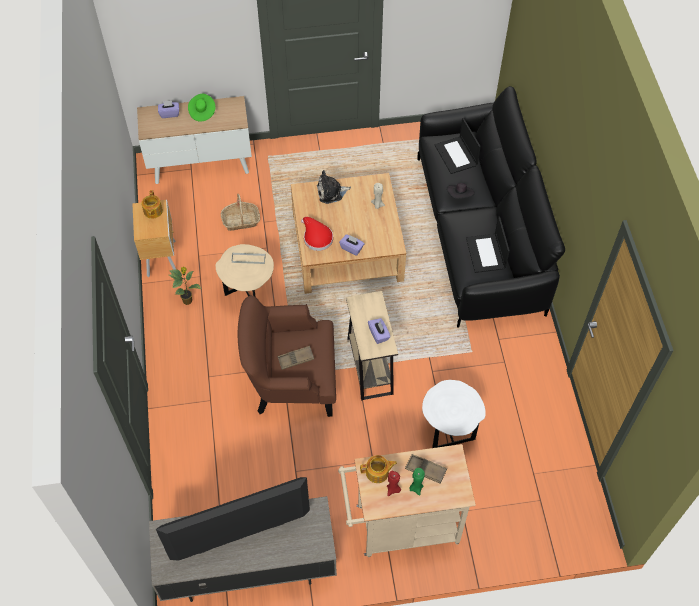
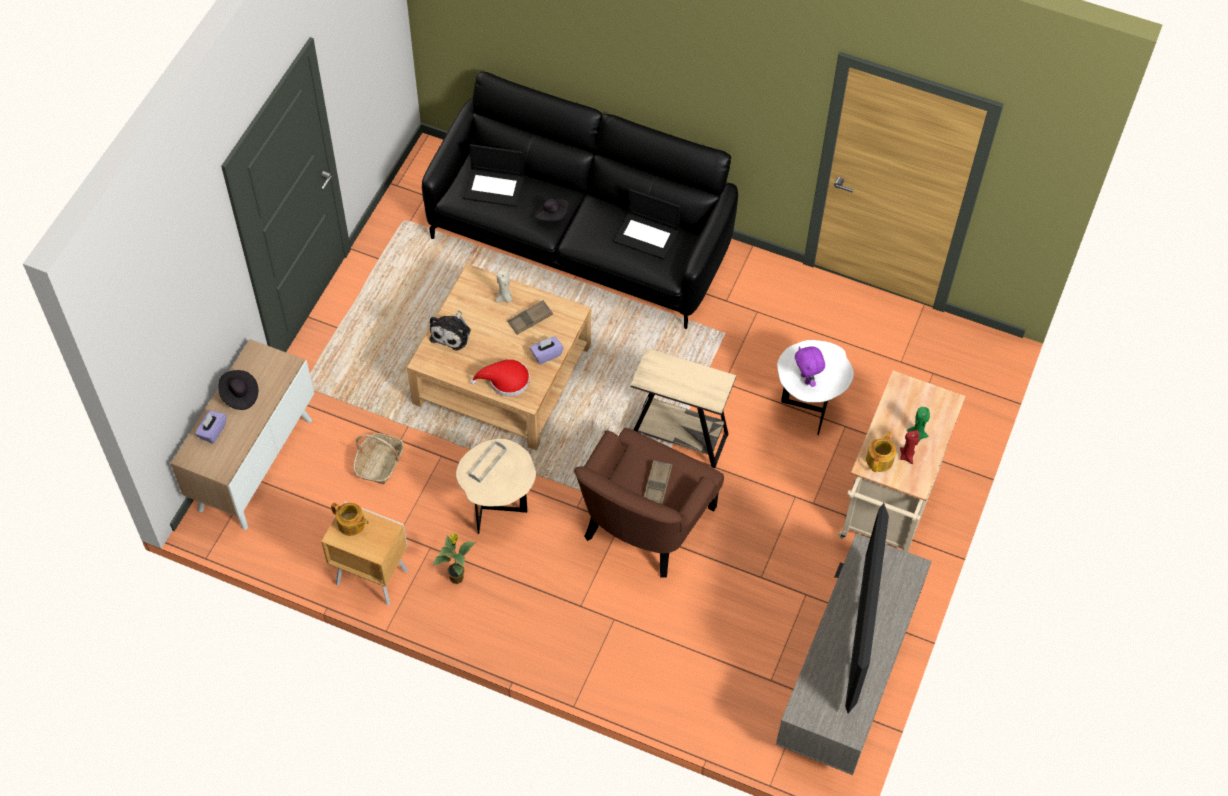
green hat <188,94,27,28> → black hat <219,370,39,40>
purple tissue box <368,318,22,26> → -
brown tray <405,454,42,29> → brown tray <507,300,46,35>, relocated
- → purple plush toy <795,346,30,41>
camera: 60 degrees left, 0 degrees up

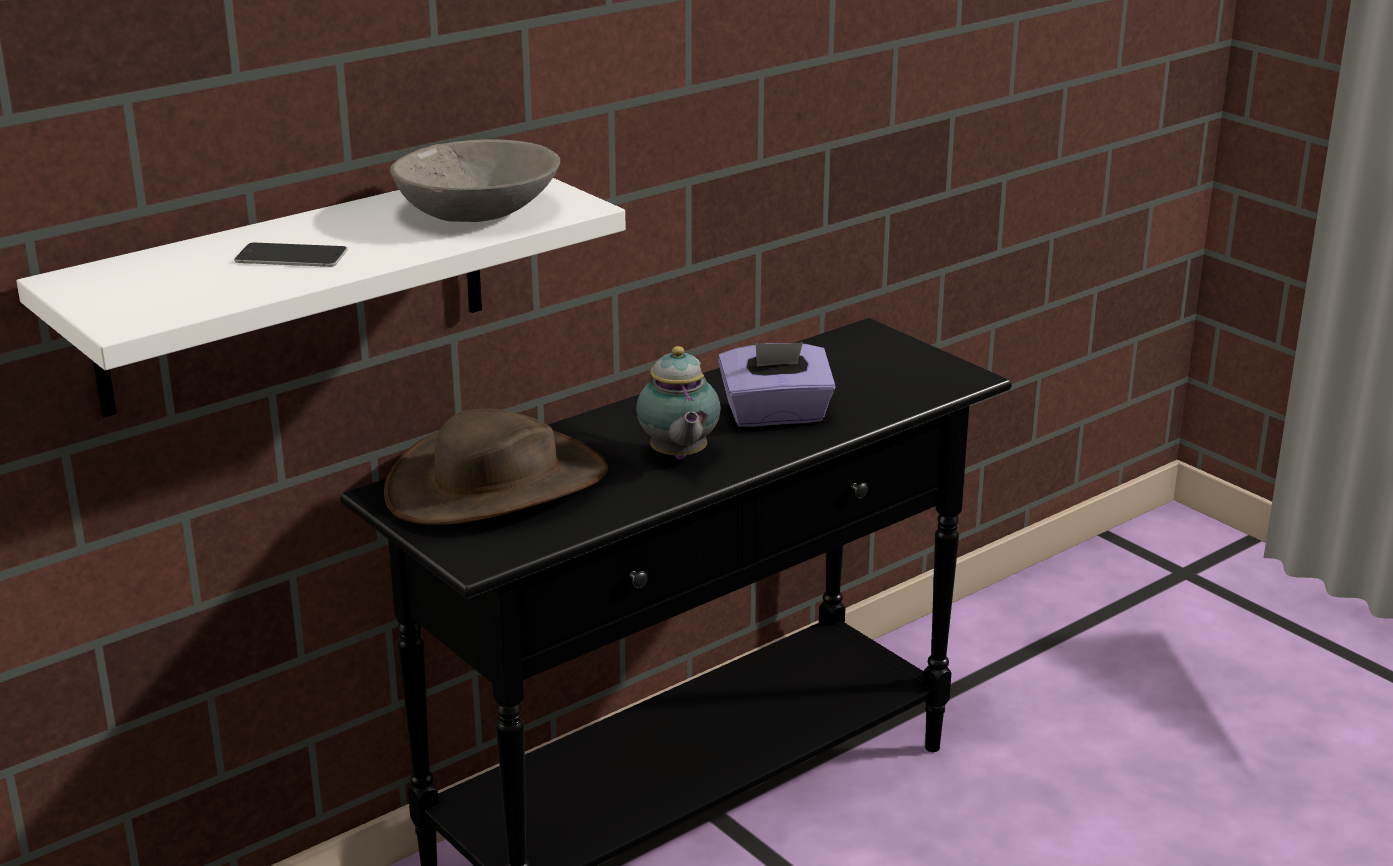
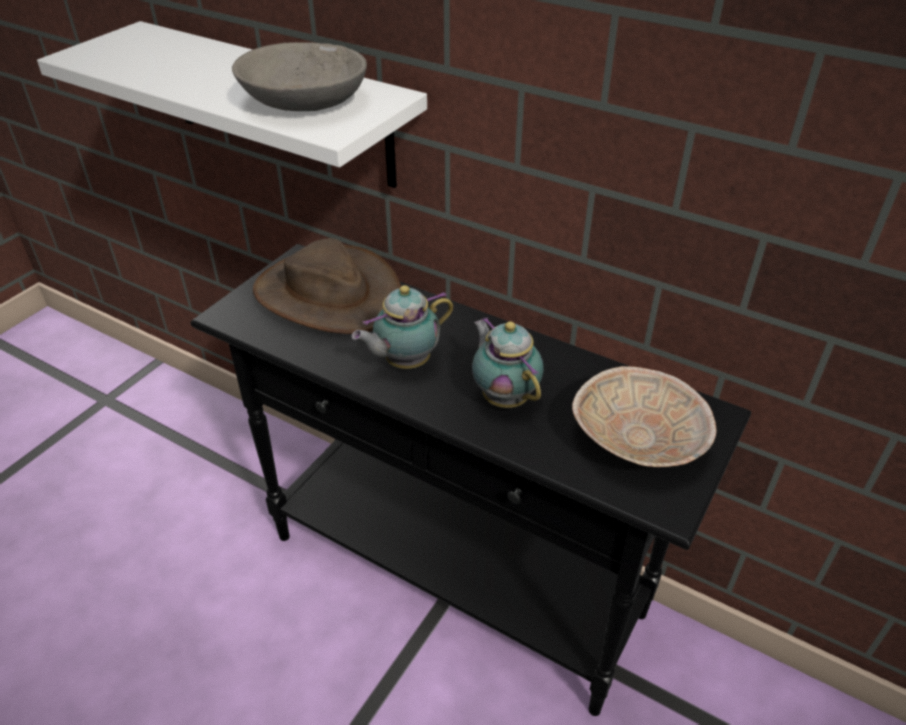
phone <234,243,114,24> → -
purple tissue box <718,342,118,85> → teapot <472,317,72,91>
- → beige bowl <572,366,145,101>
camera: 70 degrees right, 15 degrees up

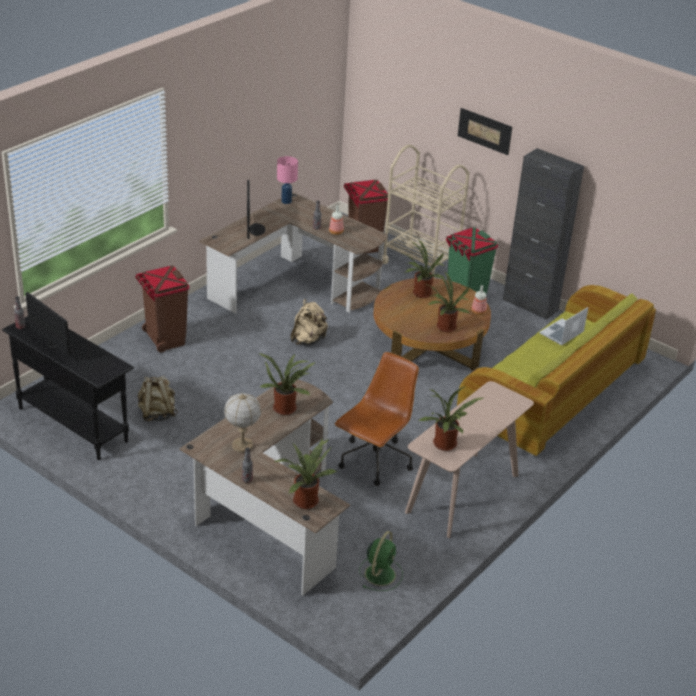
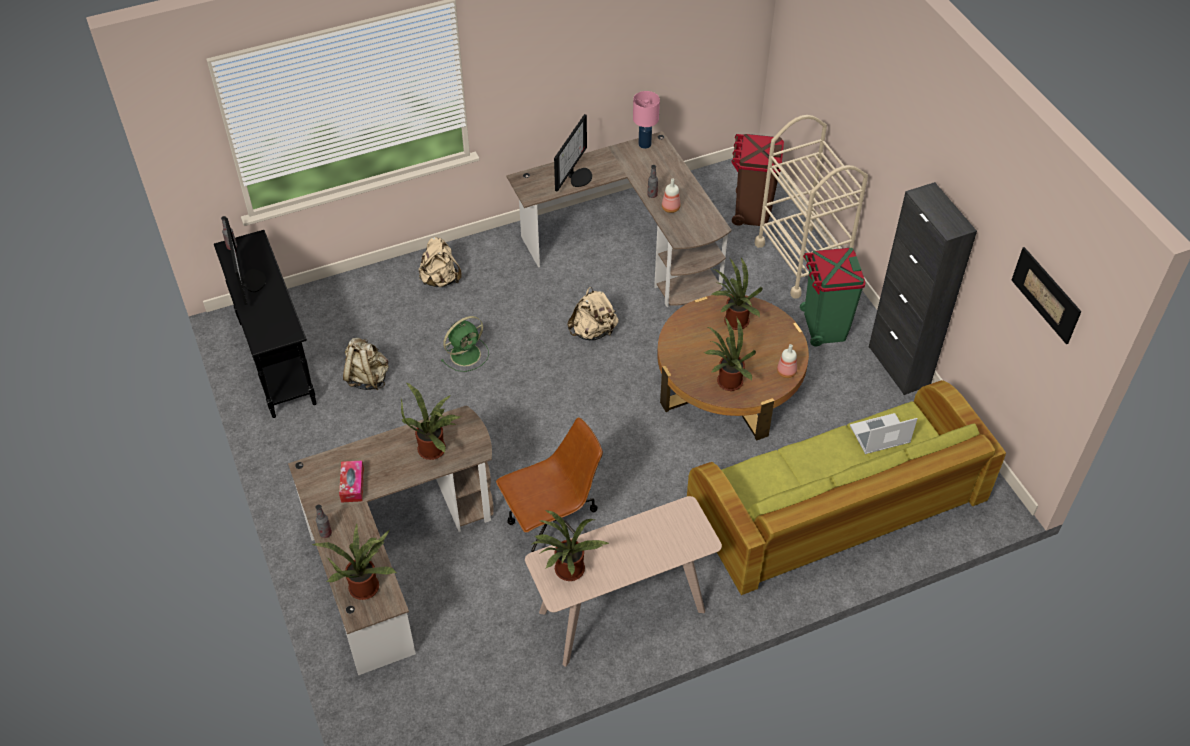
brown trash can <135,266,54,87> → beige backpack <419,237,43,50>
table lamp <224,393,37,60> → tissue box <339,461,25,42>
green fan <359,531,44,60> → green fan <441,316,48,56>, relocated
picture <458,108,54,47> → picture <1011,247,71,97>, relocated
camera: 30 degrees right, 15 degrees up

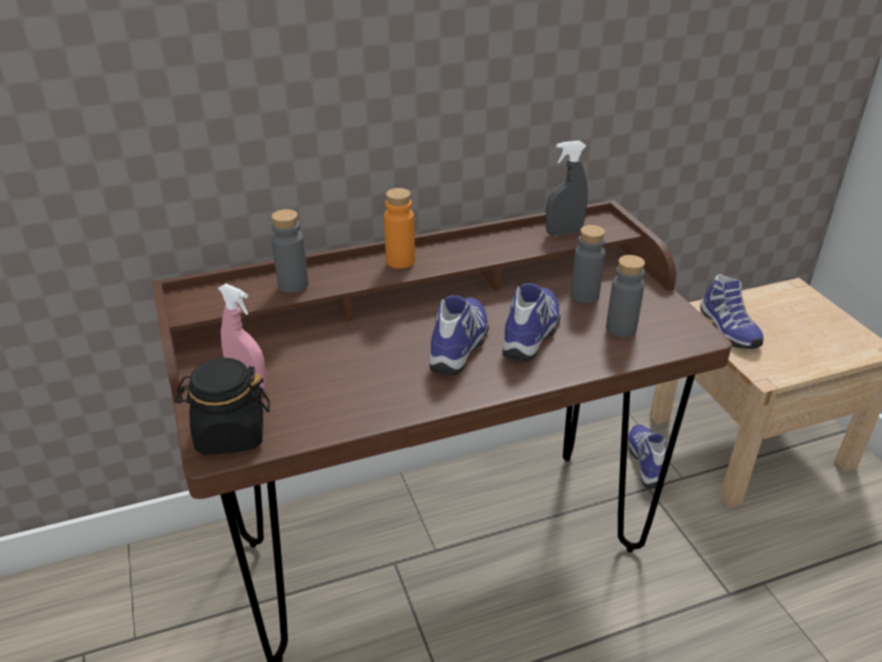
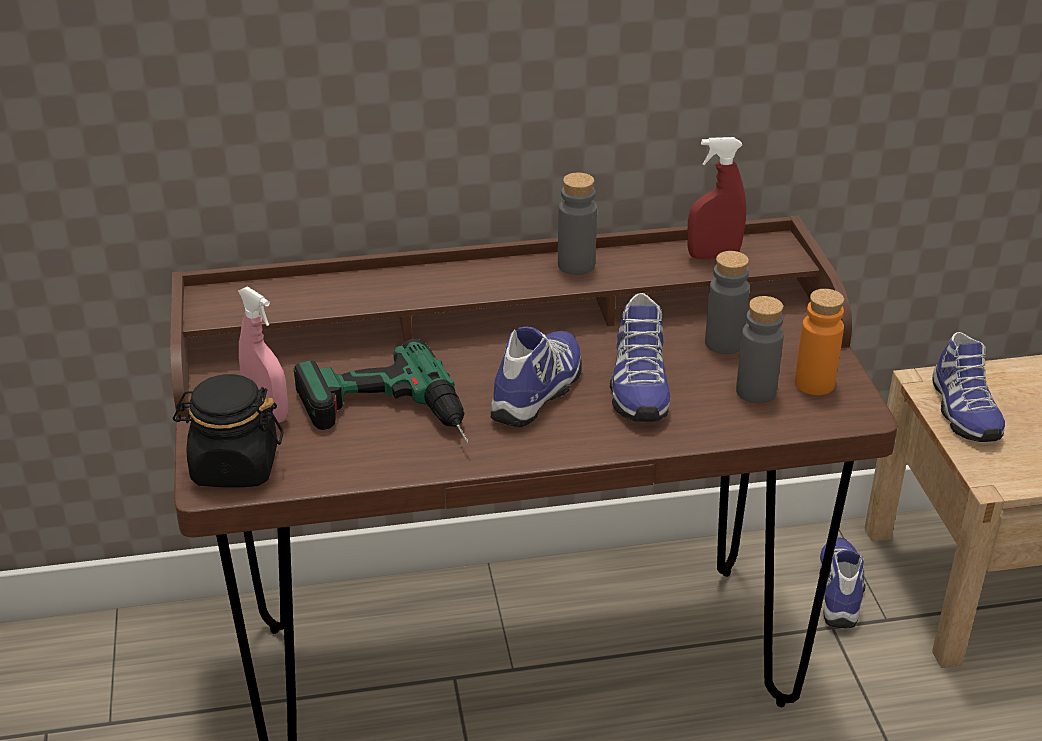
grey bottle <271,209,37,84> → grey bottle <558,172,39,103>, relocated
orange bottle <384,188,31,81> → orange bottle <795,289,49,106>, relocated
shoe <502,283,59,78> → shoe <610,293,61,129>, 150 degrees clockwise
grey spray bottle <546,141,42,95> → red spray bottle <687,137,59,122>
- → power drill <293,339,176,104>
camera: 10 degrees right, 0 degrees up

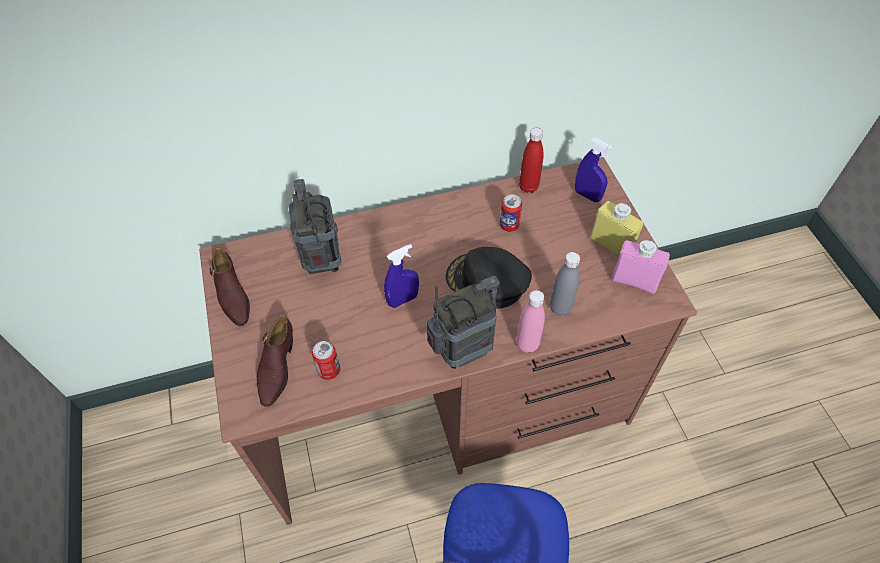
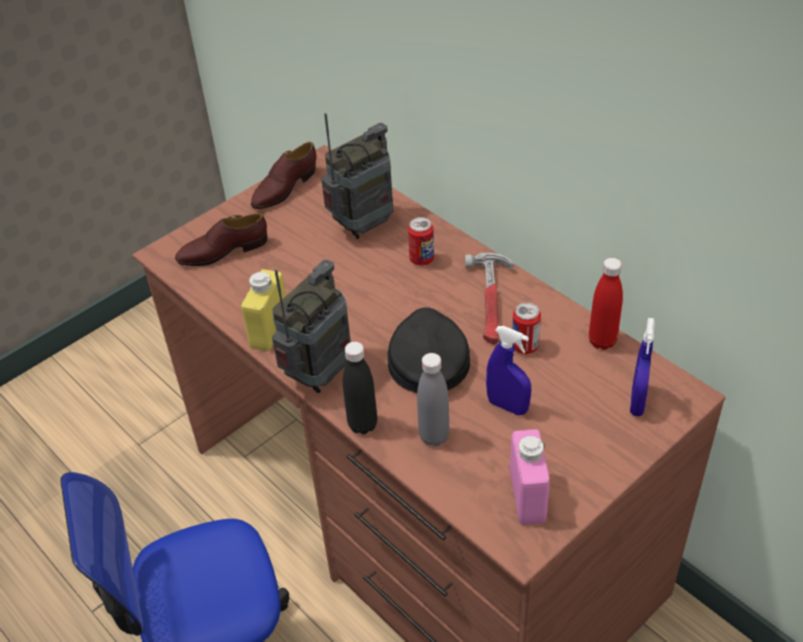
can <312,341,28,39> → can <408,217,26,49>, relocated
blue spray bottle <384,244,35,64> → blue spray bottle <486,326,45,89>, relocated
radio <427,276,73,93> → radio <272,259,79,134>, 90 degrees counterclockwise
pink bottle <516,290,29,63> → black bottle <343,342,34,92>
yellow bottle <590,201,53,56> → yellow bottle <241,269,45,82>, relocated
- → hammer <465,253,49,92>
camera: 65 degrees right, 10 degrees down

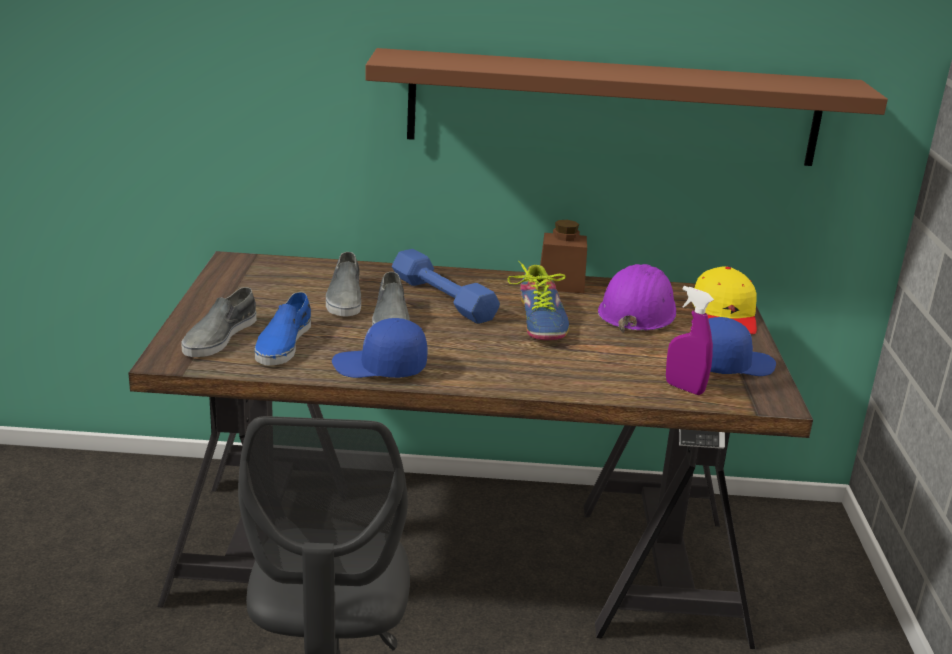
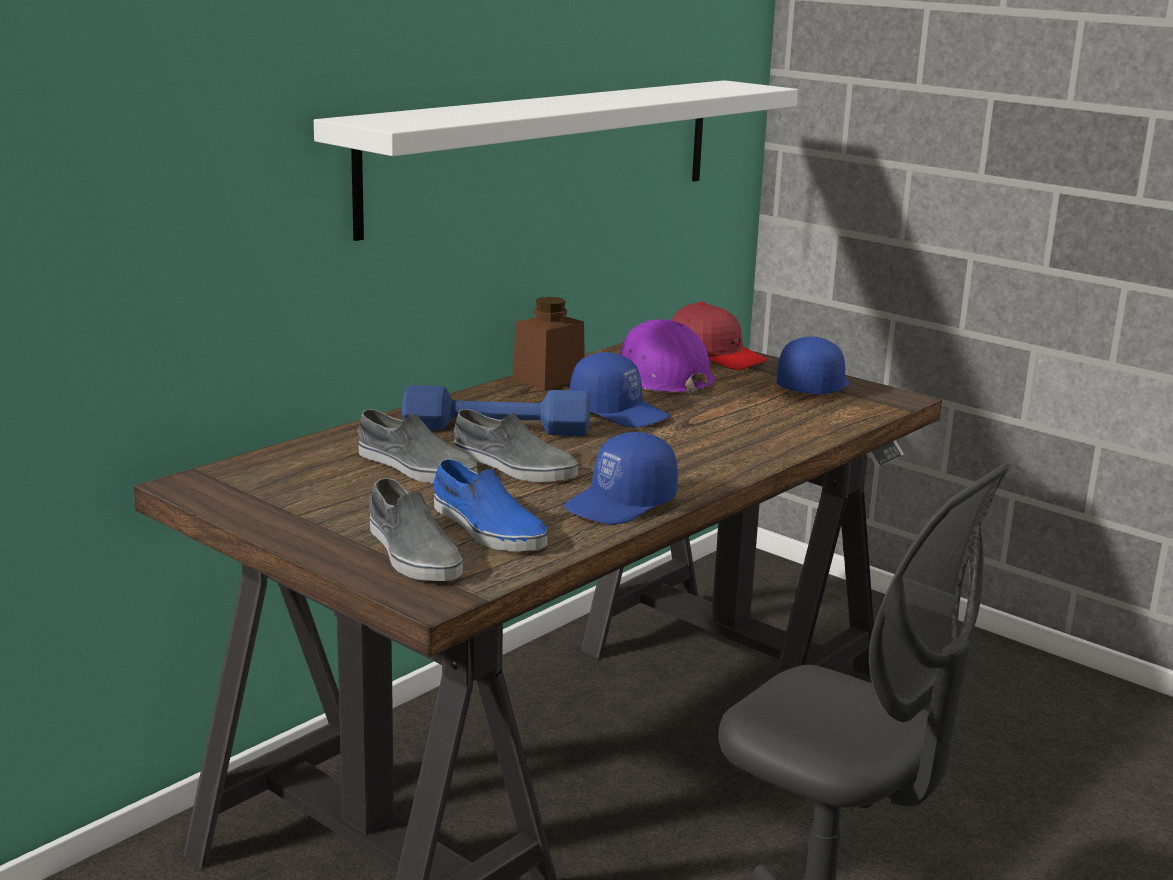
brown shelf <365,48,523,118> → white shelf <314,80,484,161>
shoe <508,260,61,80> → blue cap <570,352,100,76>
purple spray bottle <666,286,48,109> → -
yellow cap <692,266,65,68> → red cap <672,302,97,68>
camera: 50 degrees left, 5 degrees down

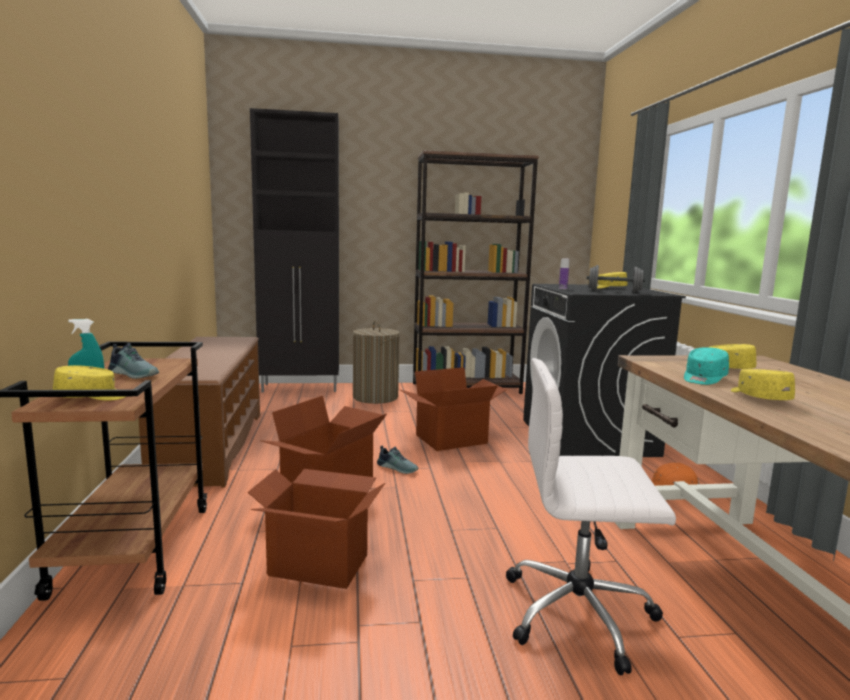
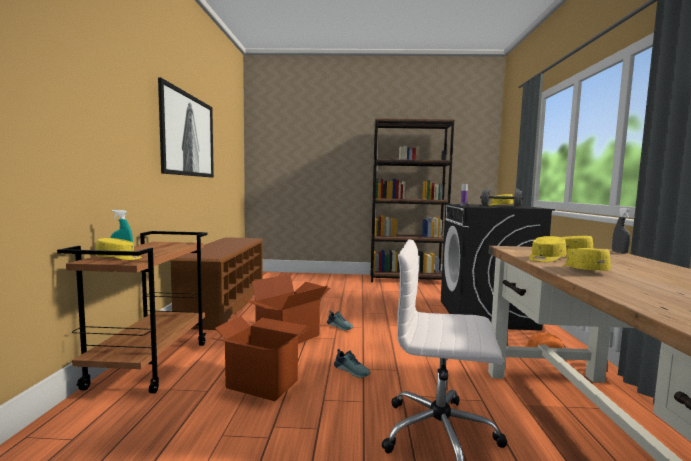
shoe <108,343,51,36> → shoe <334,349,37,29>, relocated
black cabinet <250,108,89,284> → -
laundry basket <353,321,47,83> → -
cardboard box <399,367,107,84> → -
turquoise cap <684,347,45,38> → yellow cap <529,236,37,26>
- → picture <158,77,56,101>
- → grey spray bottle <612,208,19,46>
camera: 10 degrees right, 5 degrees down

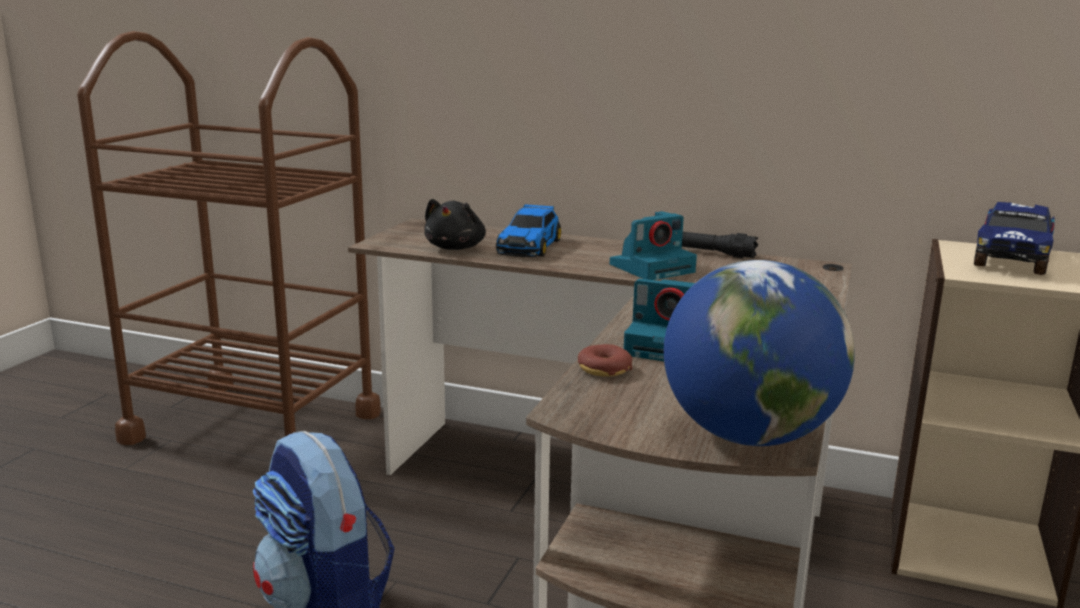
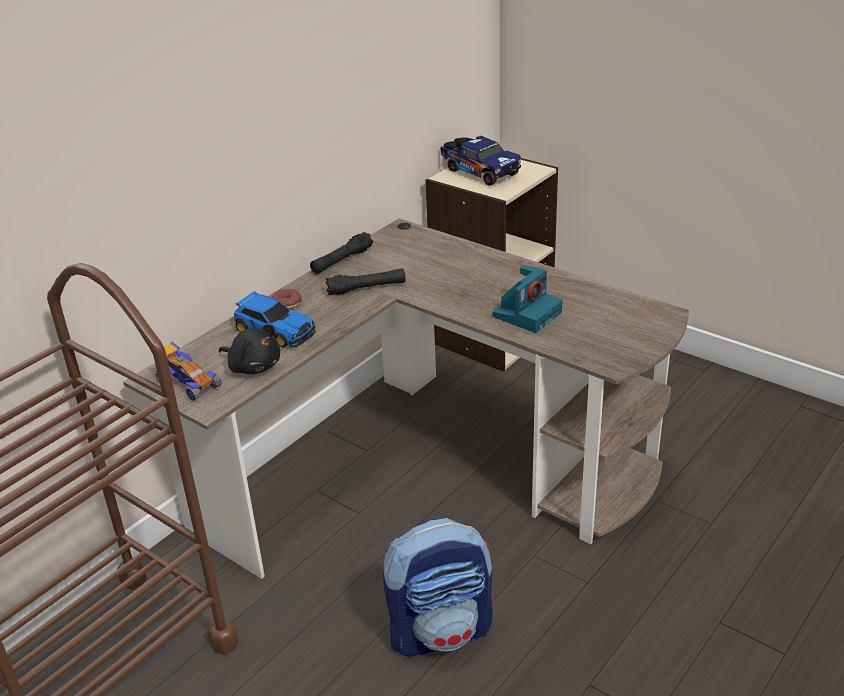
donut <578,344,54,33> → donut <271,289,31,20>, relocated
photo camera <610,211,87,69> → black flashlight <325,268,81,27>
globe <664,260,191,186> → -
- → toy car <156,342,65,59>
camera: 70 degrees left, 15 degrees up

